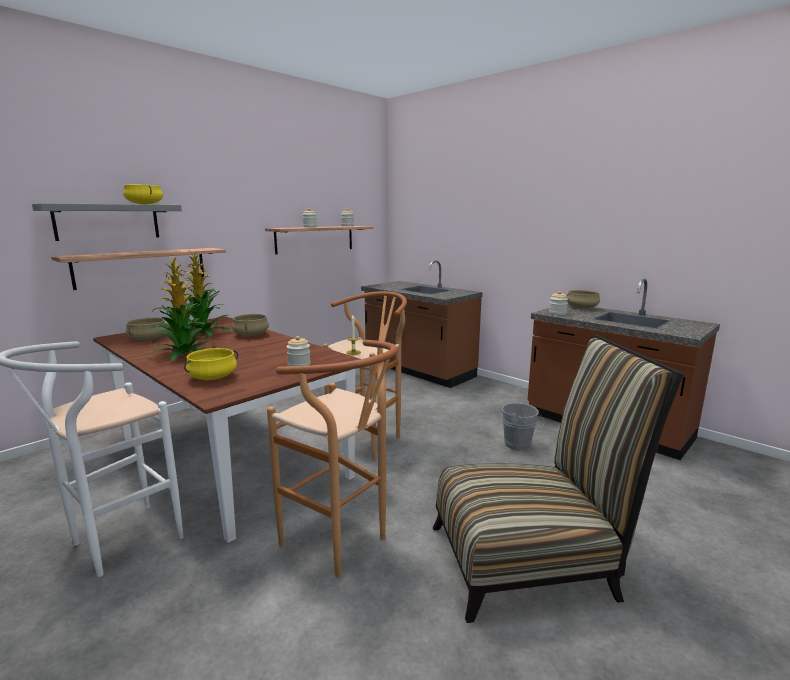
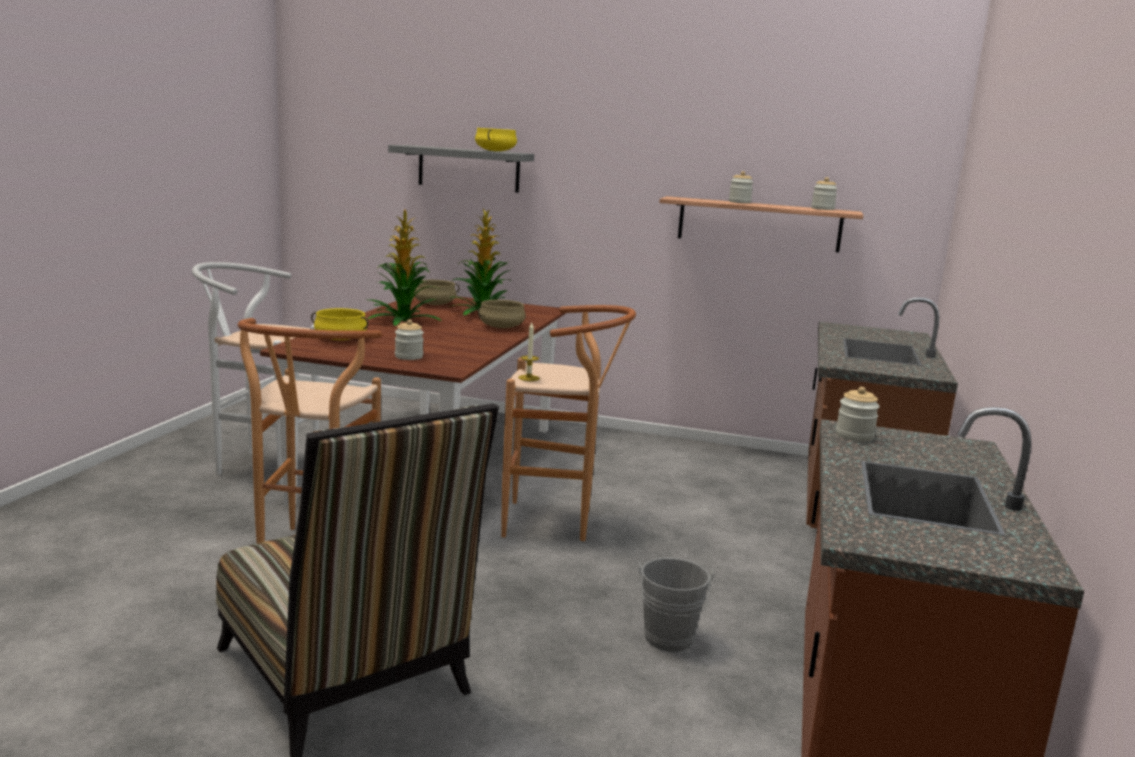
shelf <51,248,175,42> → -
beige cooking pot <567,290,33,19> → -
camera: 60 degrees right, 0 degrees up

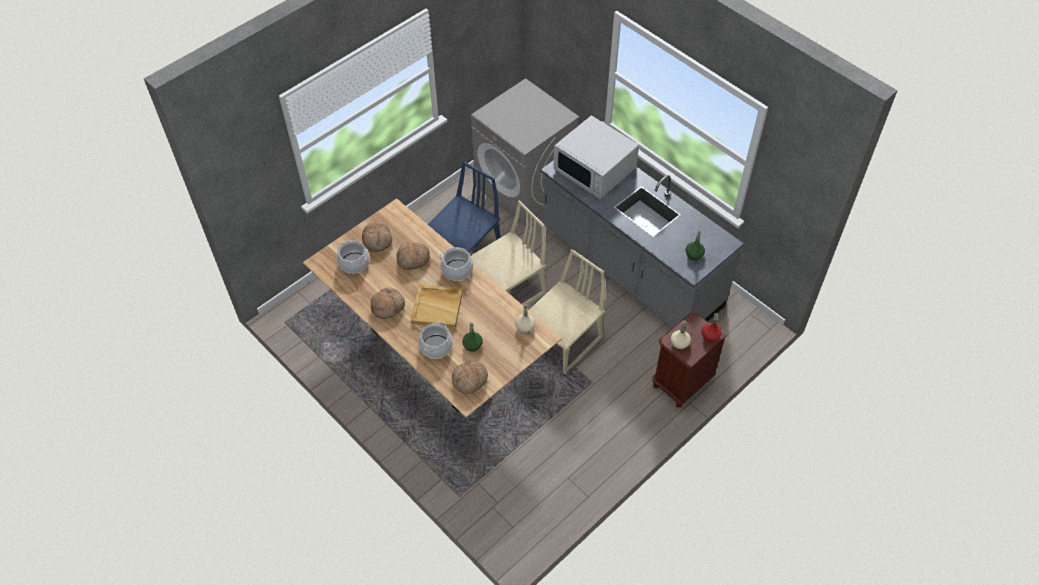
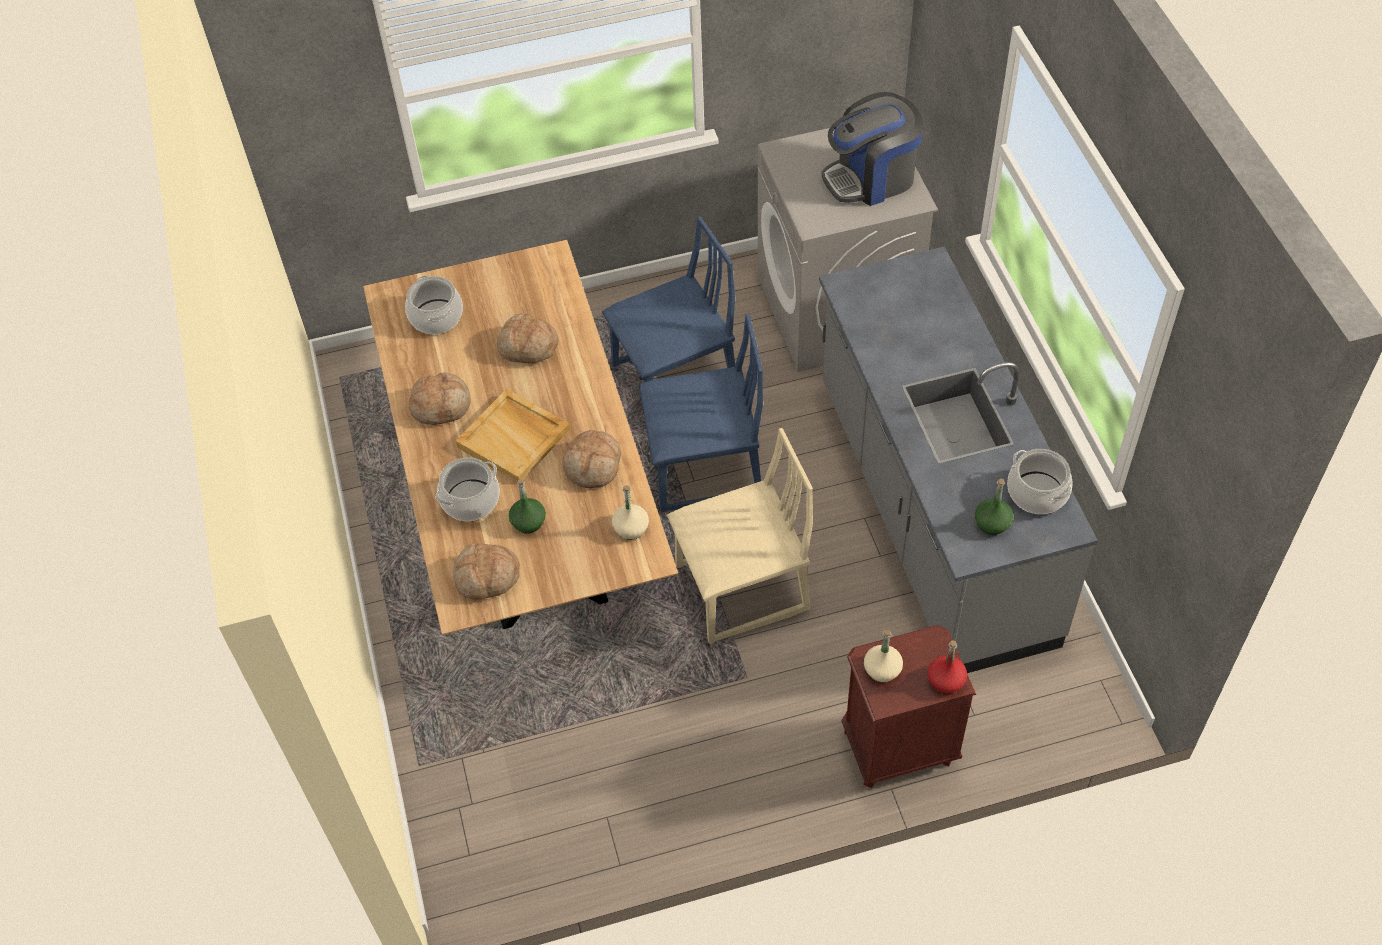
bread <362,221,30,31> → bread <562,430,59,58>, relocated
cooking pot <439,247,35,34> → cooking pot <1007,449,66,65>, relocated
beige chair <471,200,75,105> → blue chair <639,314,124,198>
white microwave <553,115,86,84> → -
- → coffee machine <821,92,102,114>
camera: 30 degrees right, 0 degrees up

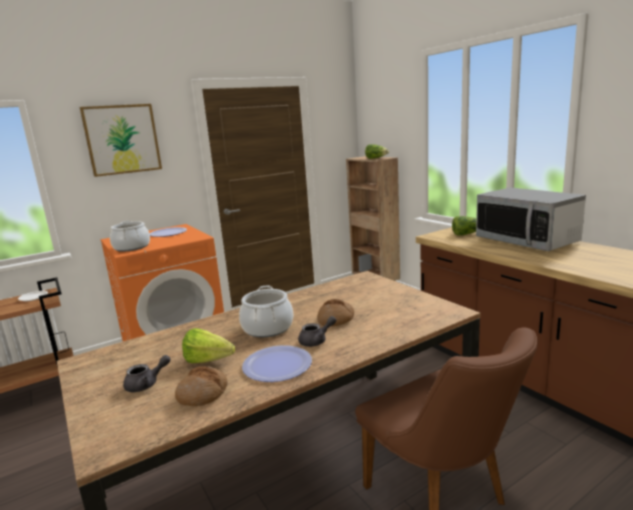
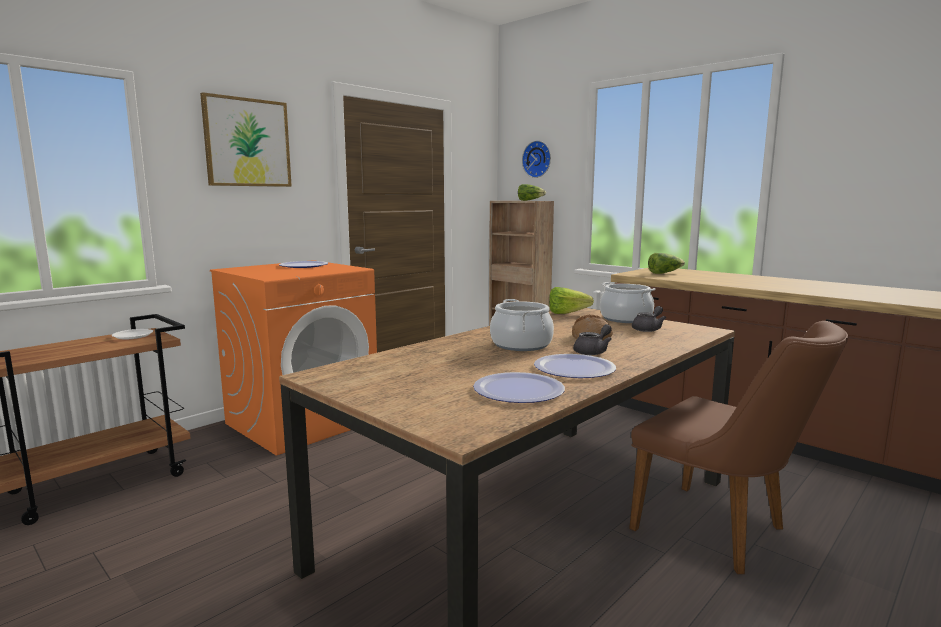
cooking pot <110,221,40,31> → cooking pot <600,282,56,41>, relocated
grey teapot <123,355,48,37> → grey teapot <632,306,34,26>, relocated
bread <175,366,53,40> → plate <473,372,92,31>
lettuce <182,328,53,35> → lettuce <549,287,45,27>, relocated
microwave <476,188,110,63> → -
- → wall clock <522,141,29,37>
camera: 15 degrees left, 5 degrees down

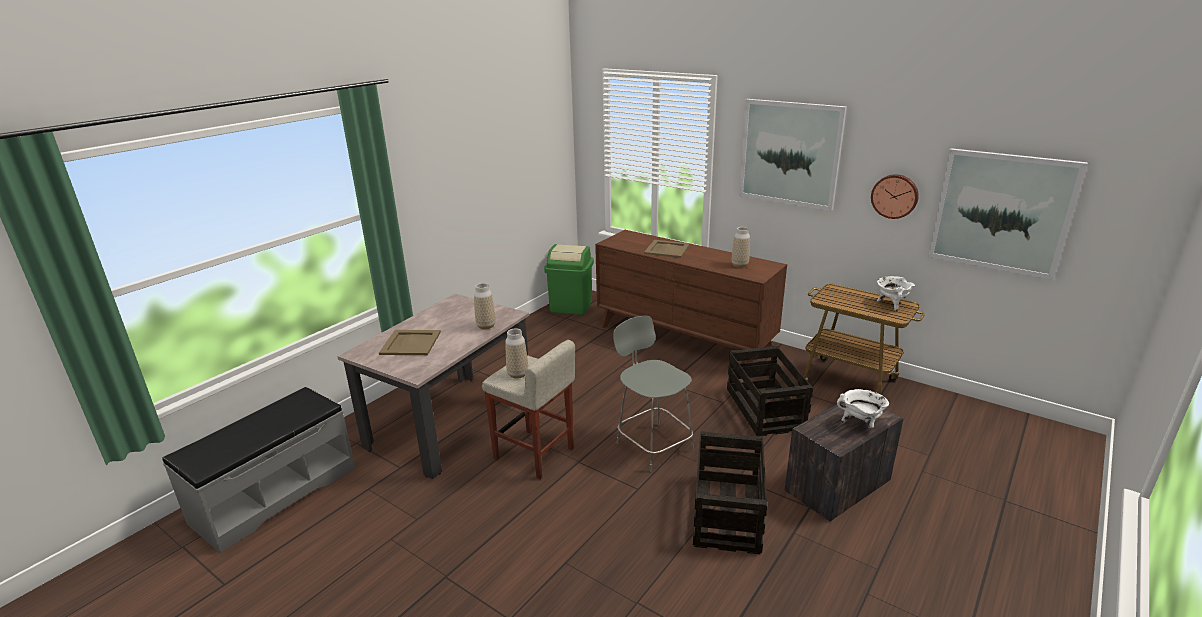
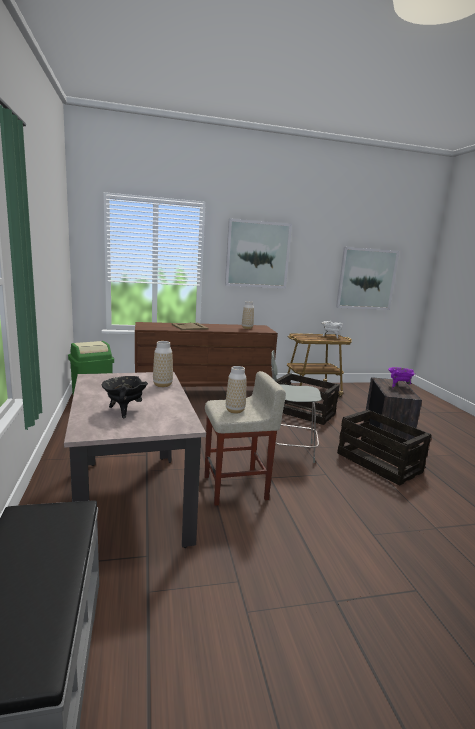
beige tray <379,330,62,25> → black cooking pot <102,376,46,43>
white cooking pot <837,389,52,39> → purple cooking pot <388,367,27,21>
wall clock <871,174,48,45> → -
camera: 50 degrees left, 10 degrees down

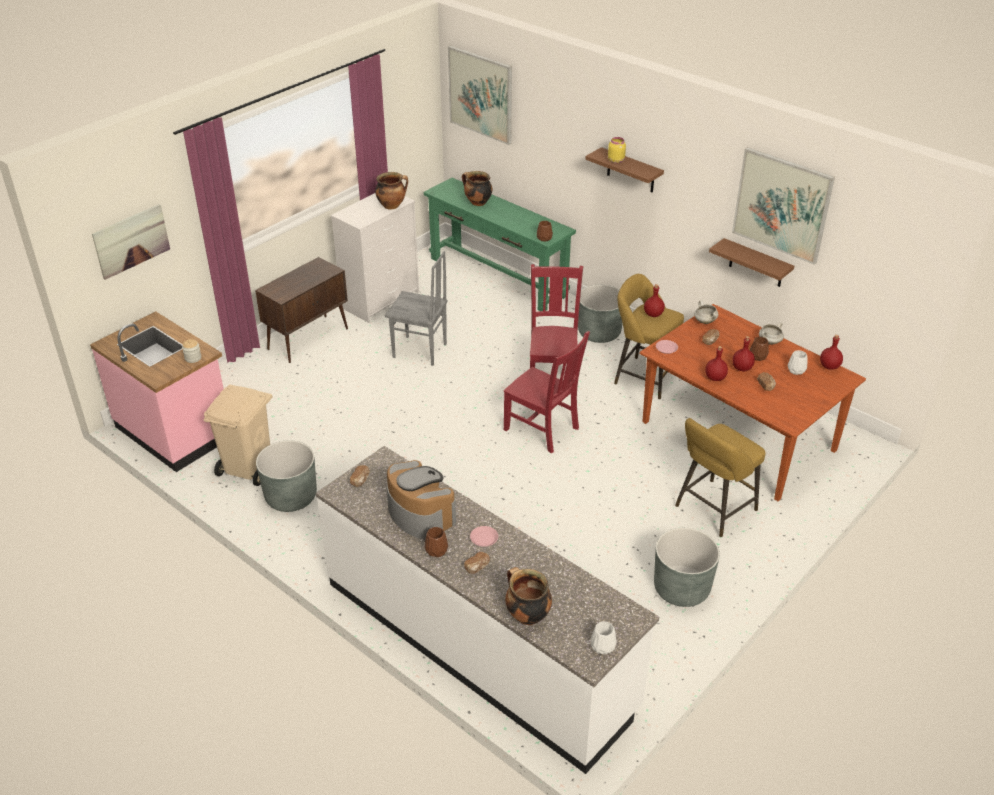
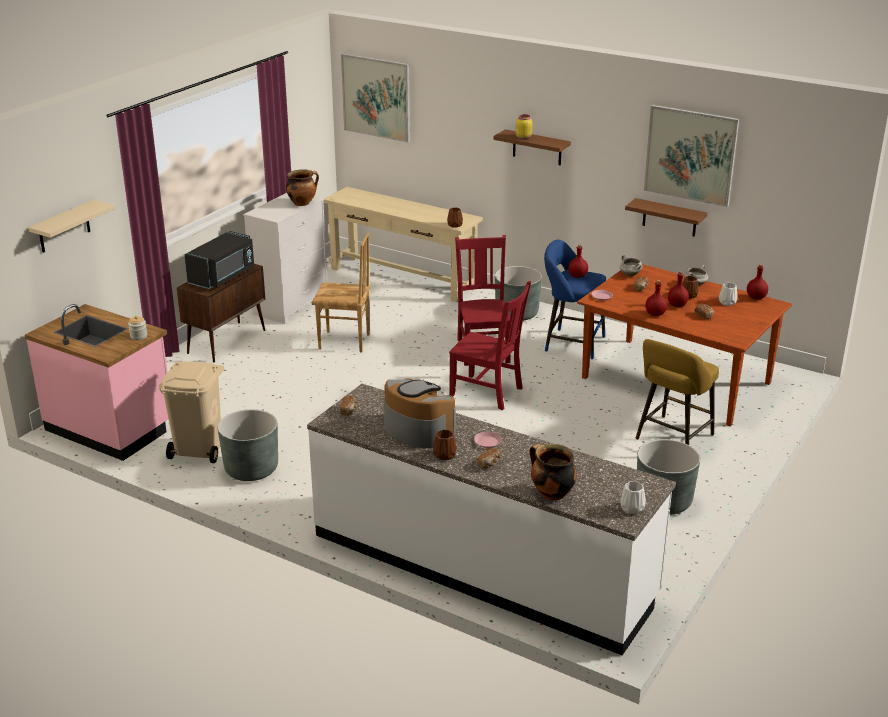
picture <92,204,78,76> → beige shelf <28,200,87,53>
grey chair <385,251,63,115> → brown chair <312,233,58,119>
green console table <424,178,152,133> → beige console table <323,187,160,116>
cooking pot <462,171,30,35> → -
yellow stool <614,274,70,126> → blue stool <544,240,62,120>
- → black microwave <184,231,70,58>
camera: 10 degrees left, 10 degrees down

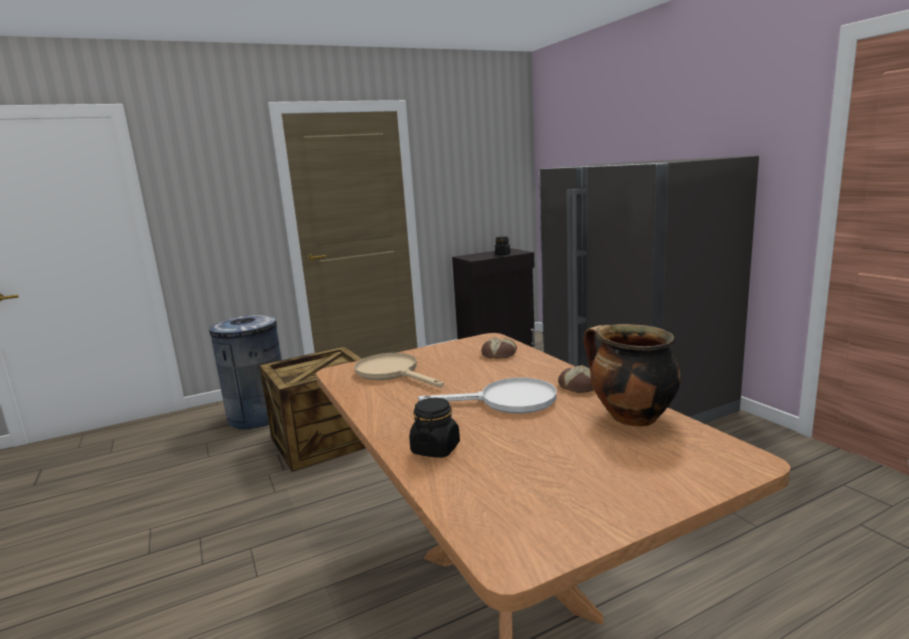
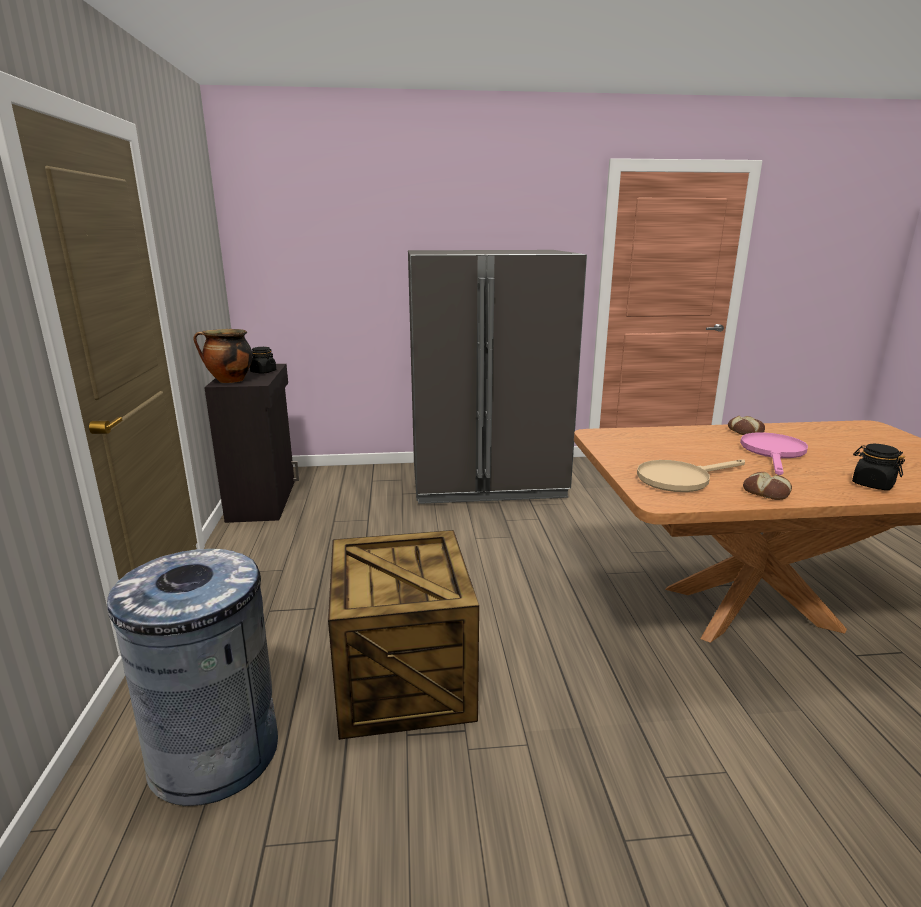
white frying pan <418,378,139,36> → pink frying pan <740,432,68,43>
bread <481,337,36,22> → bread <743,472,49,28>, relocated
cooking pot <584,324,97,102> → cooking pot <194,329,59,54>, relocated
camera: 70 degrees left, 5 degrees up

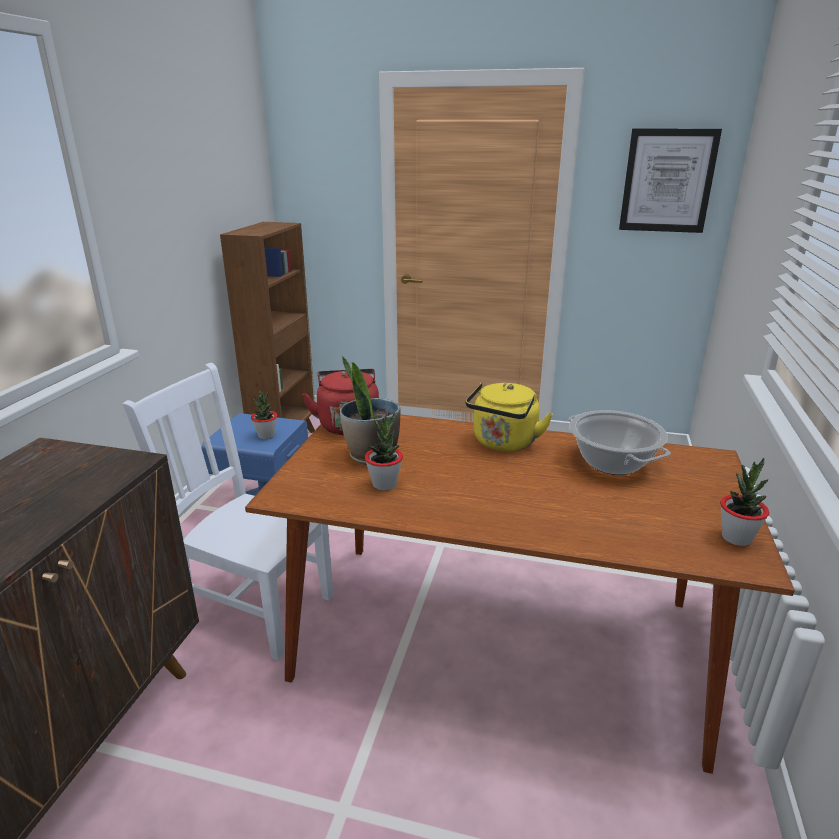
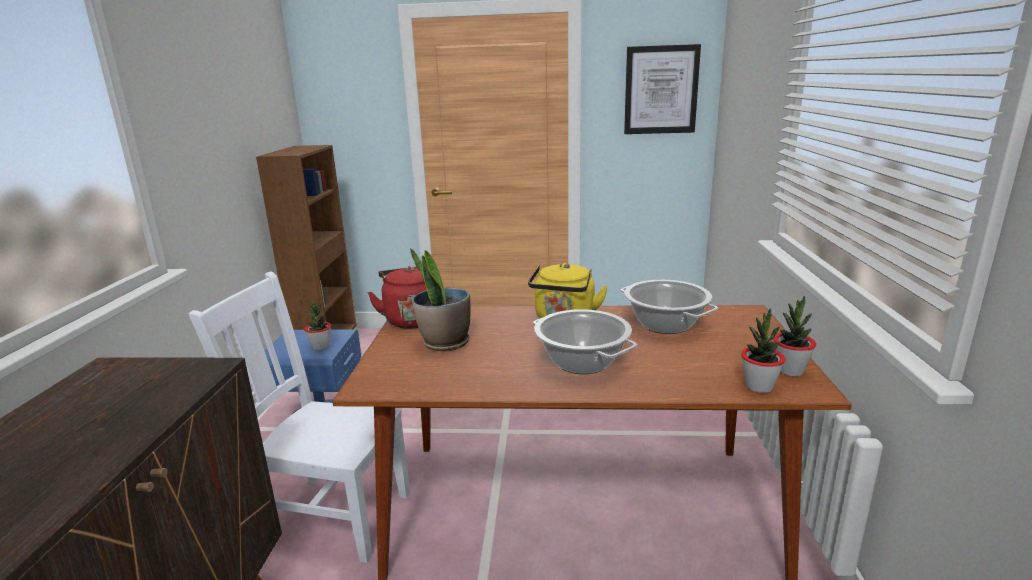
potted plant <365,412,38,78> → potted plant <741,308,44,85>, relocated
- → cooking pot <533,309,104,65>
camera: 10 degrees left, 5 degrees down

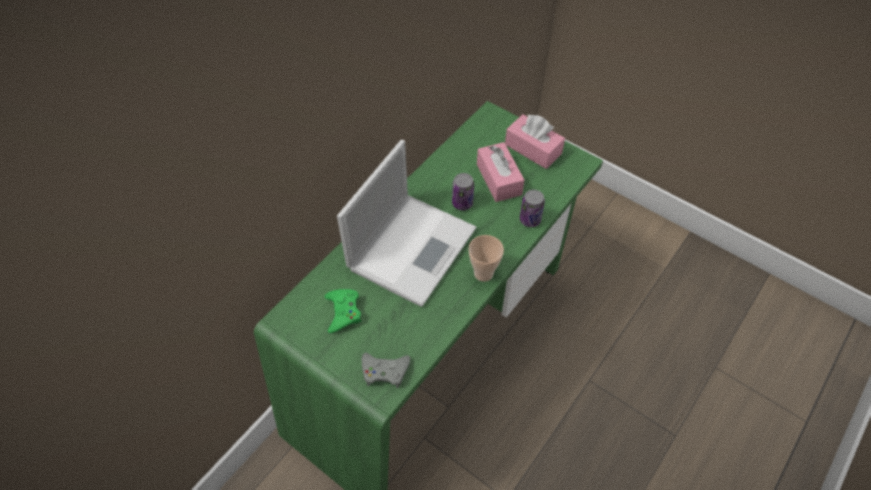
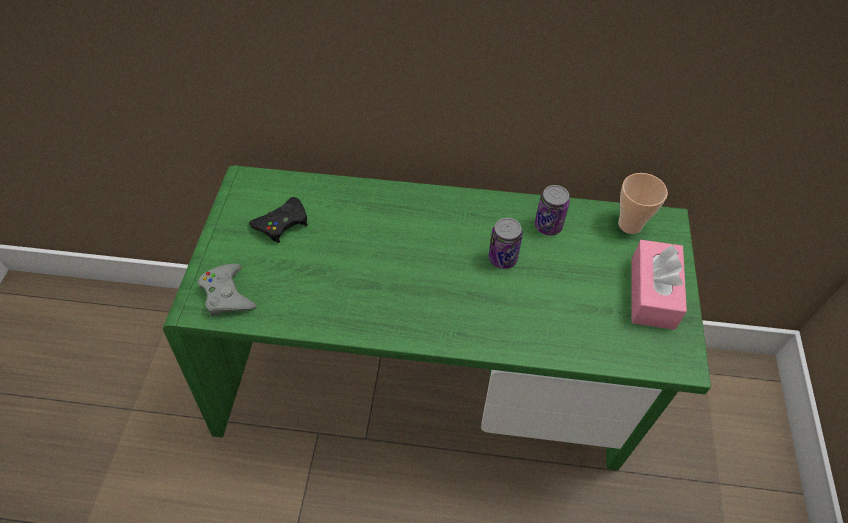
green game controller <325,289,36,44> → black game controller <249,197,59,46>
laptop <337,140,139,167> → -
cup <469,235,35,47> → cup <618,173,50,61>, relocated
pink tissue box <477,142,47,60> → -
can <520,190,25,37> → can <535,185,35,50>, relocated
camera: 60 degrees right, 0 degrees up

